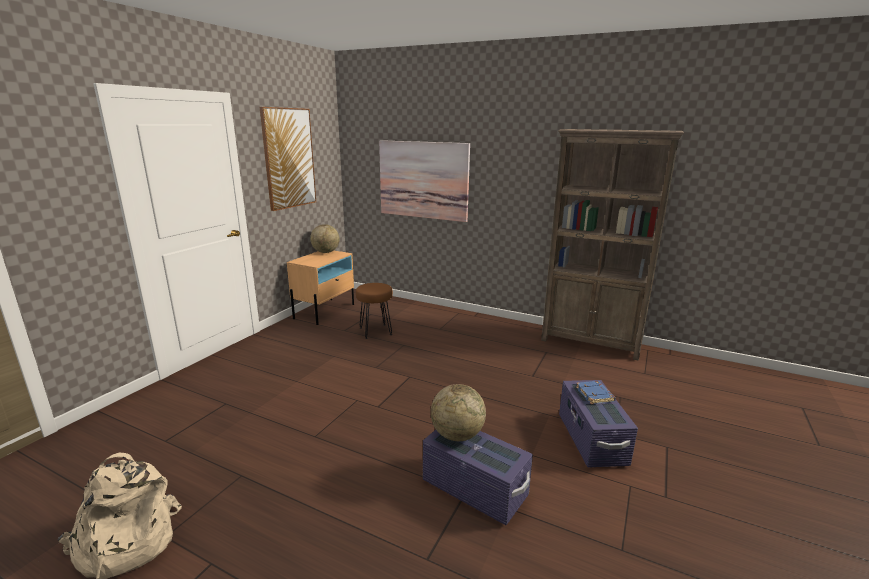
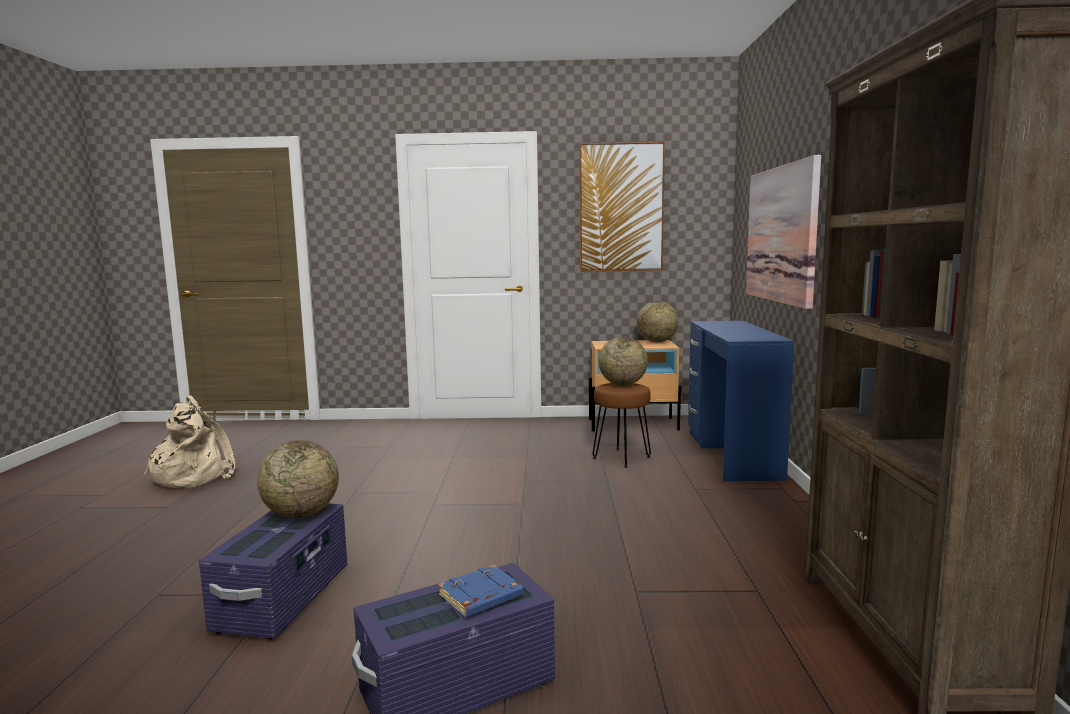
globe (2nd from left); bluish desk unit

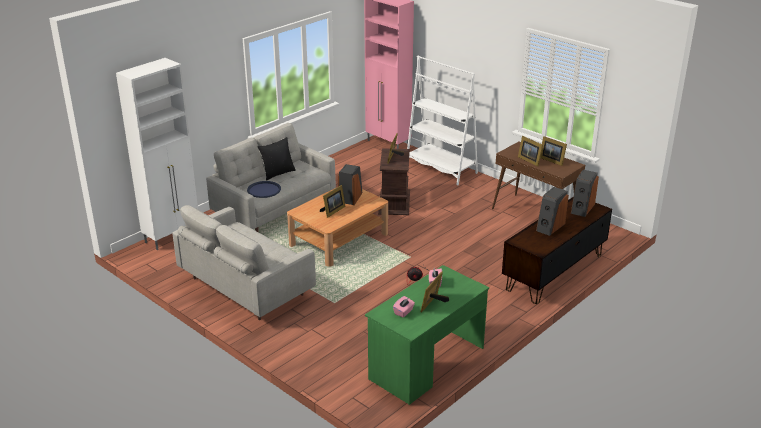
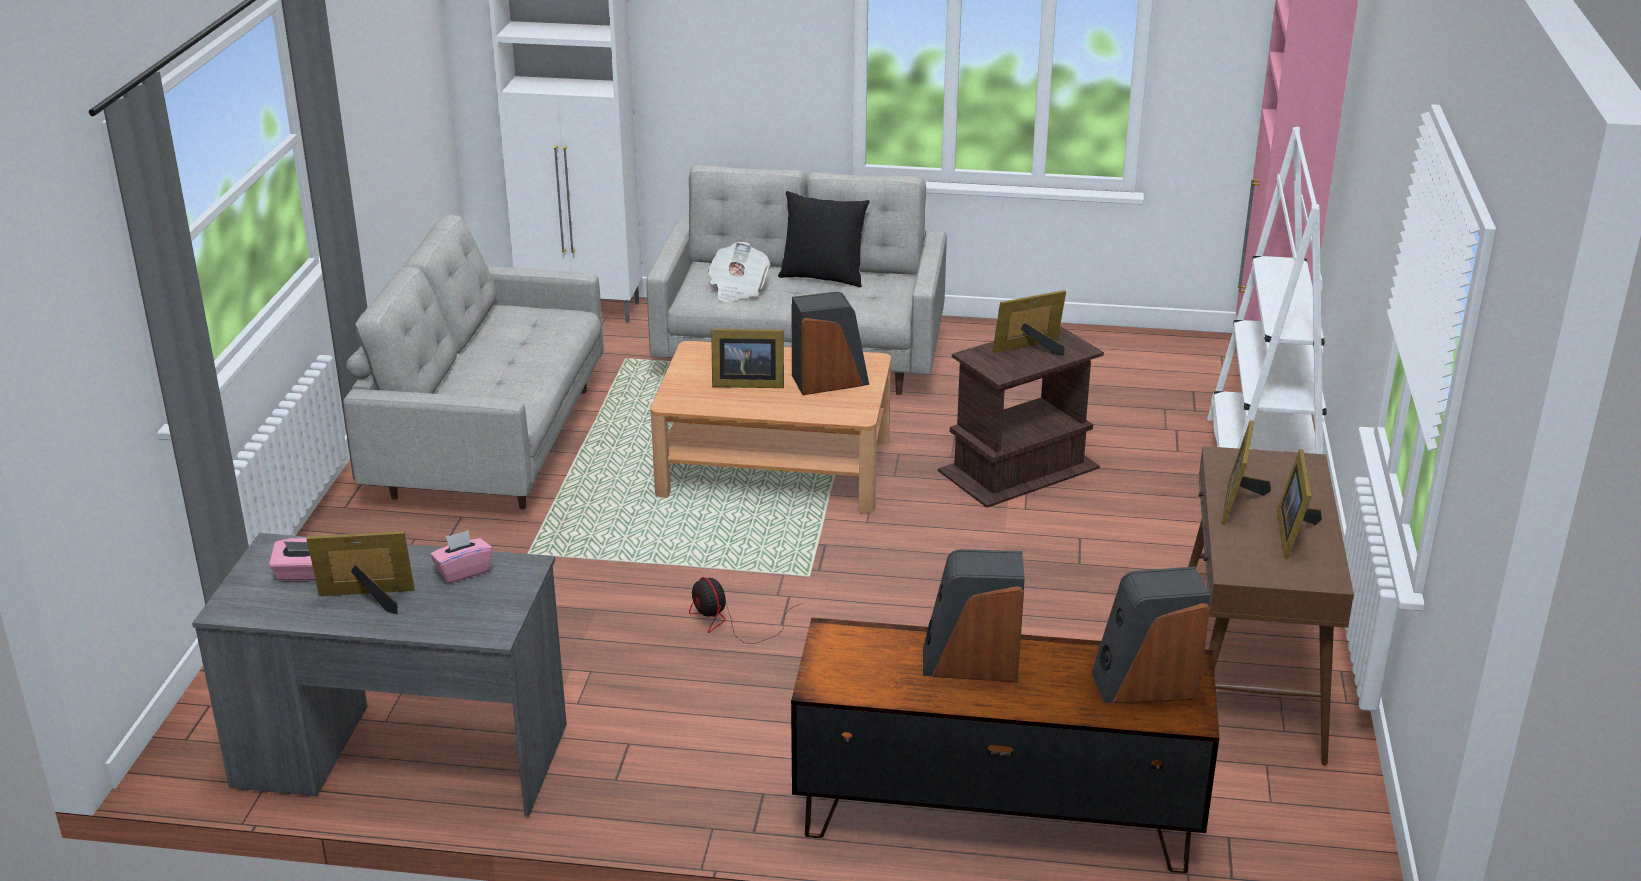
daily paper; grey desk unit

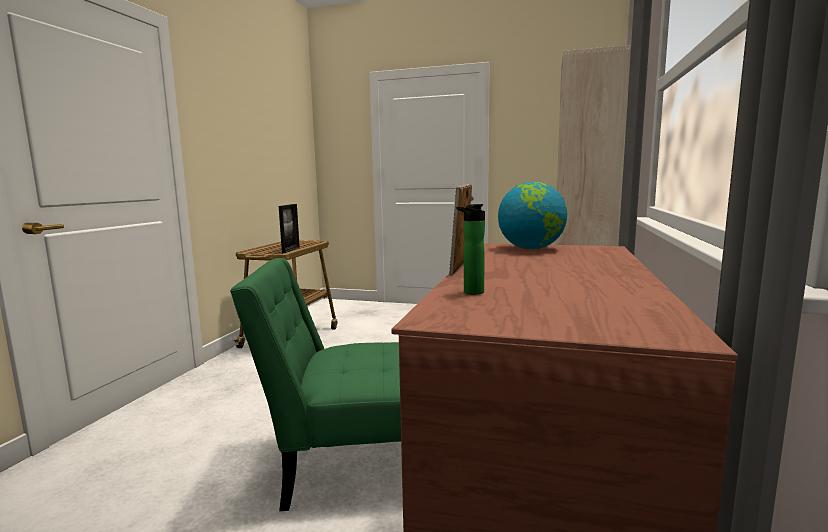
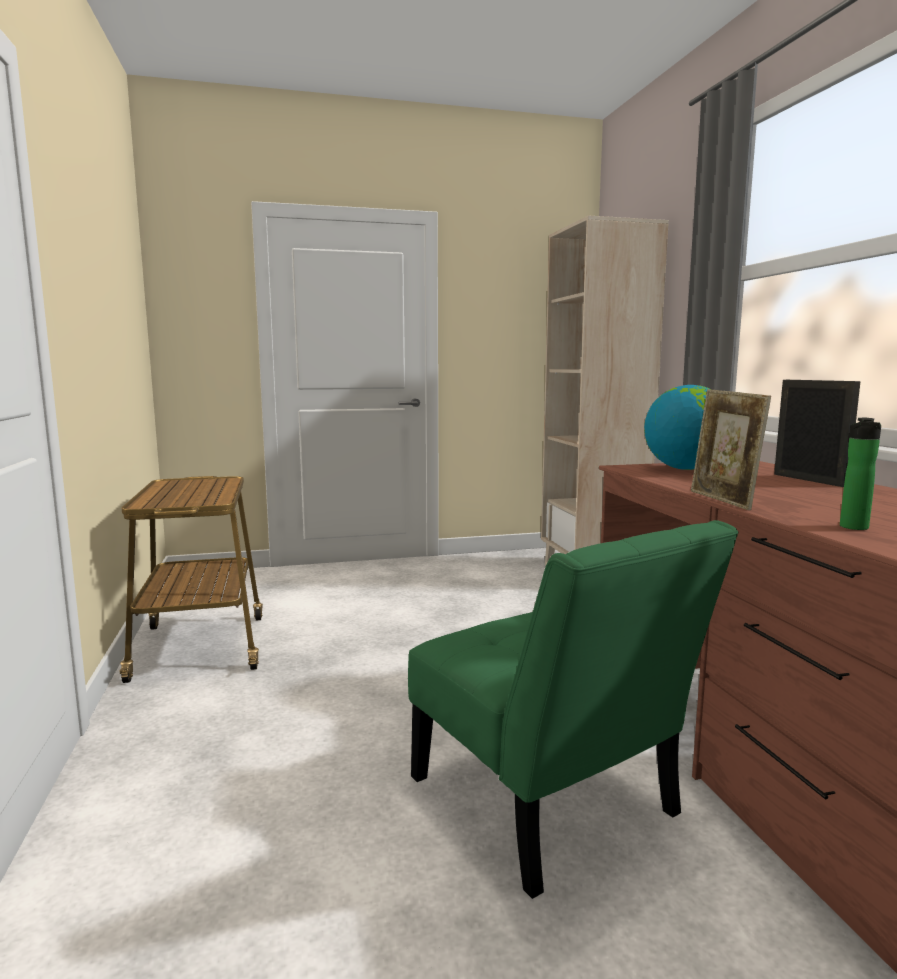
standing frame (2nd from left); green chair

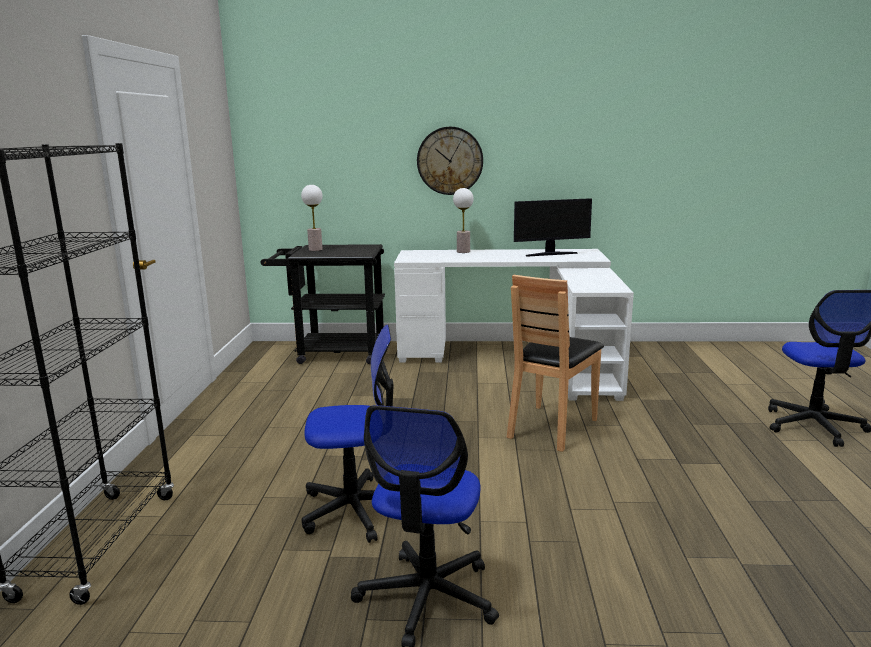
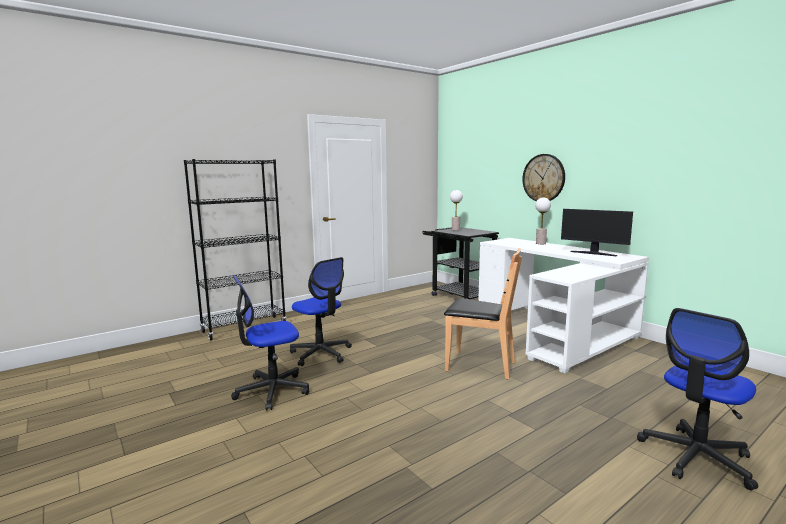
brown chair

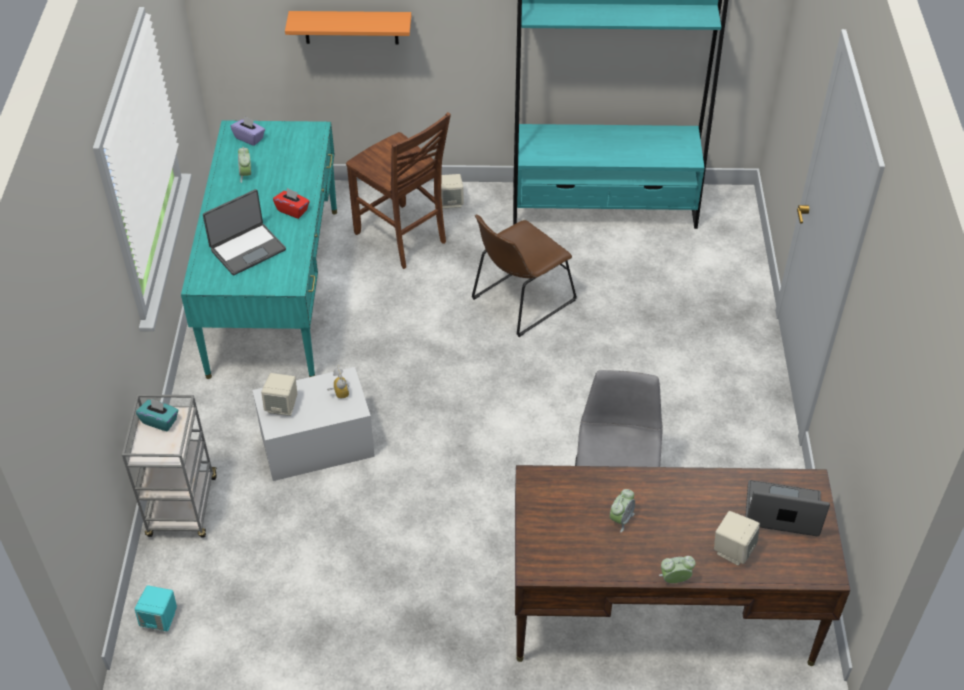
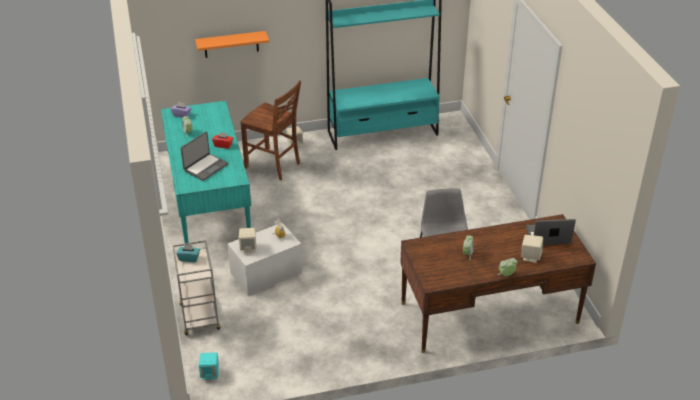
brown chair (2nd from left in the first image)

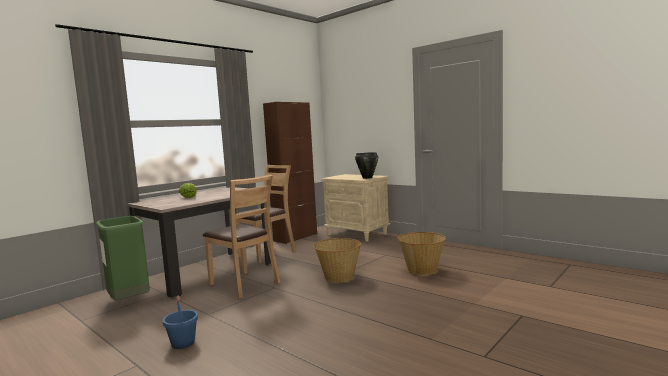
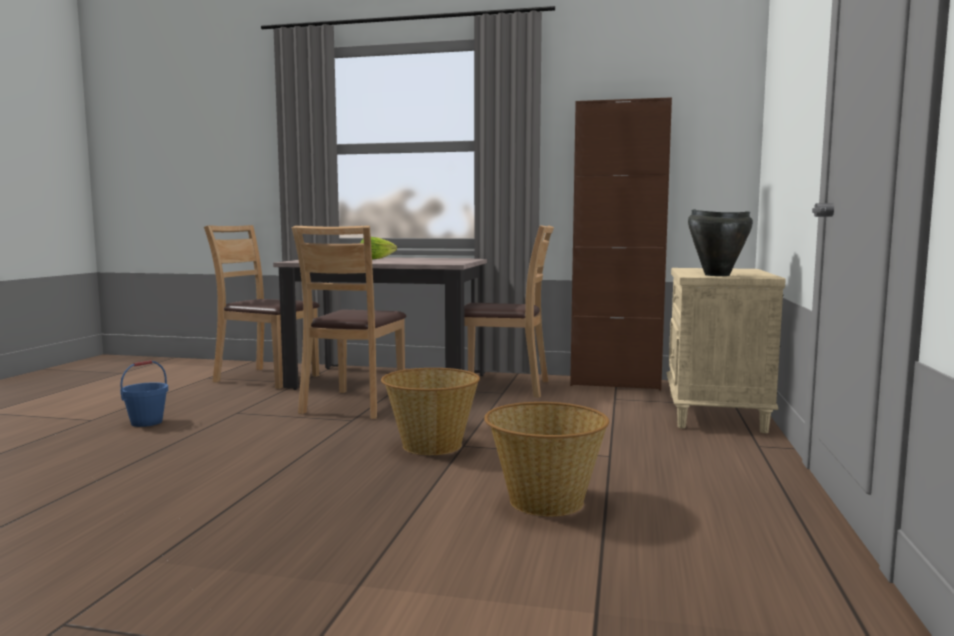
brown chair (1st from left)

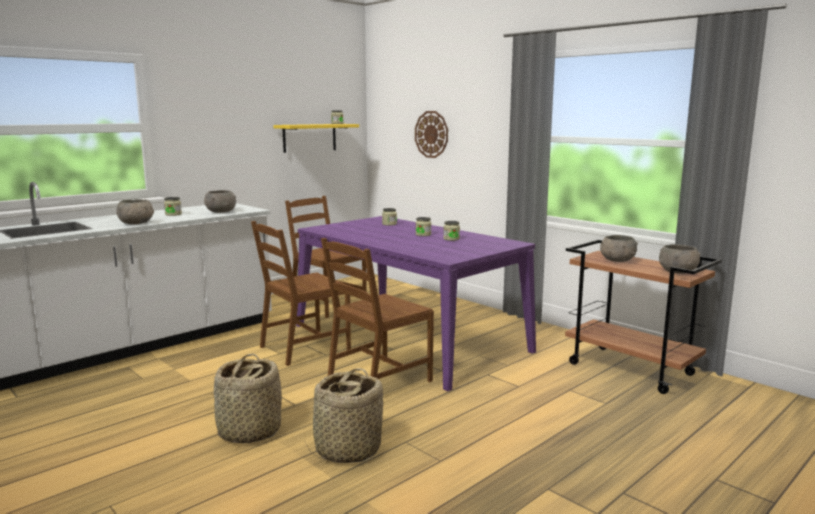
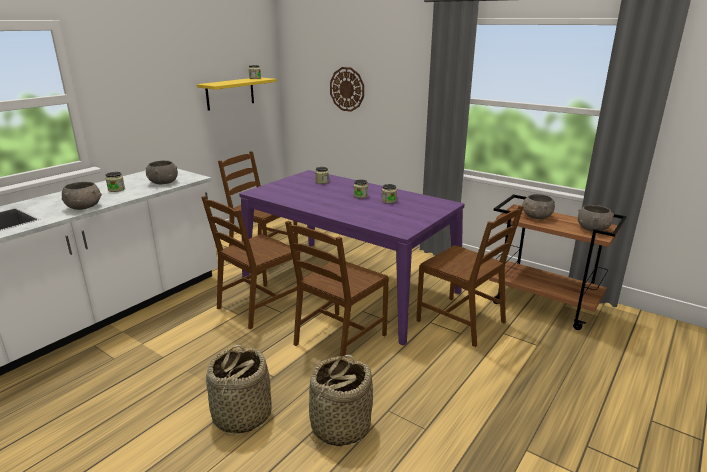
brown chair (4th from left)

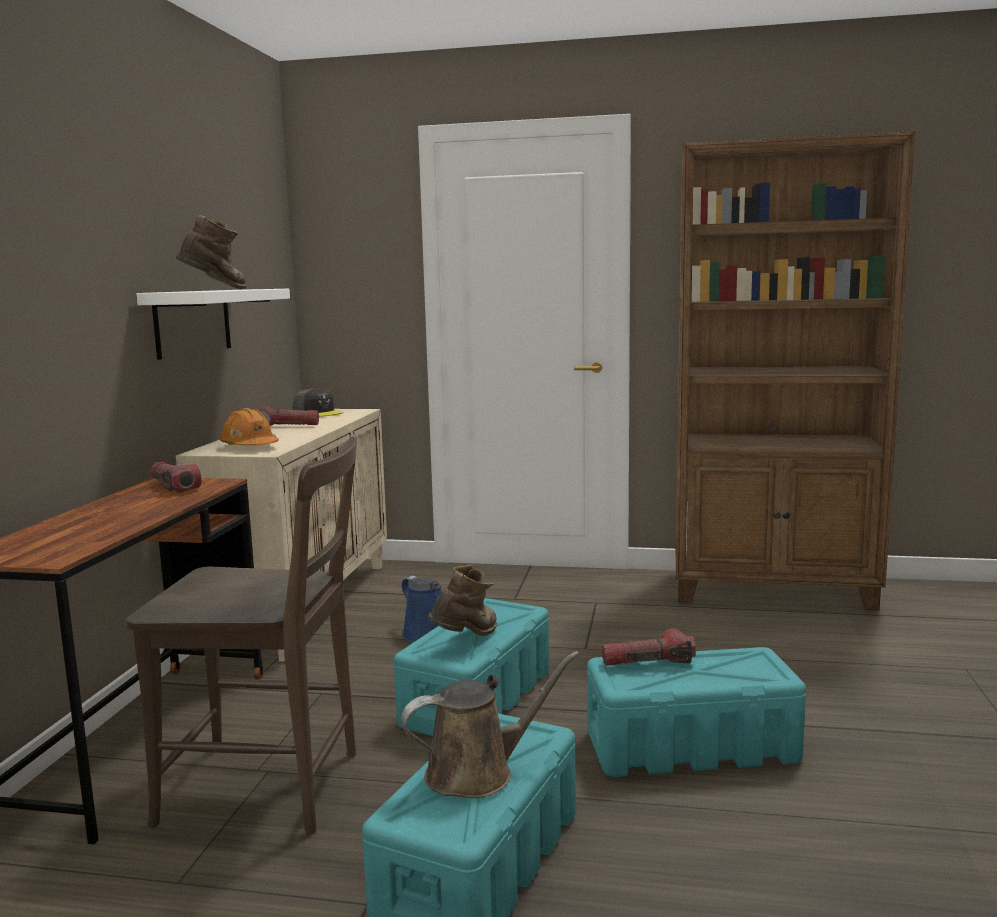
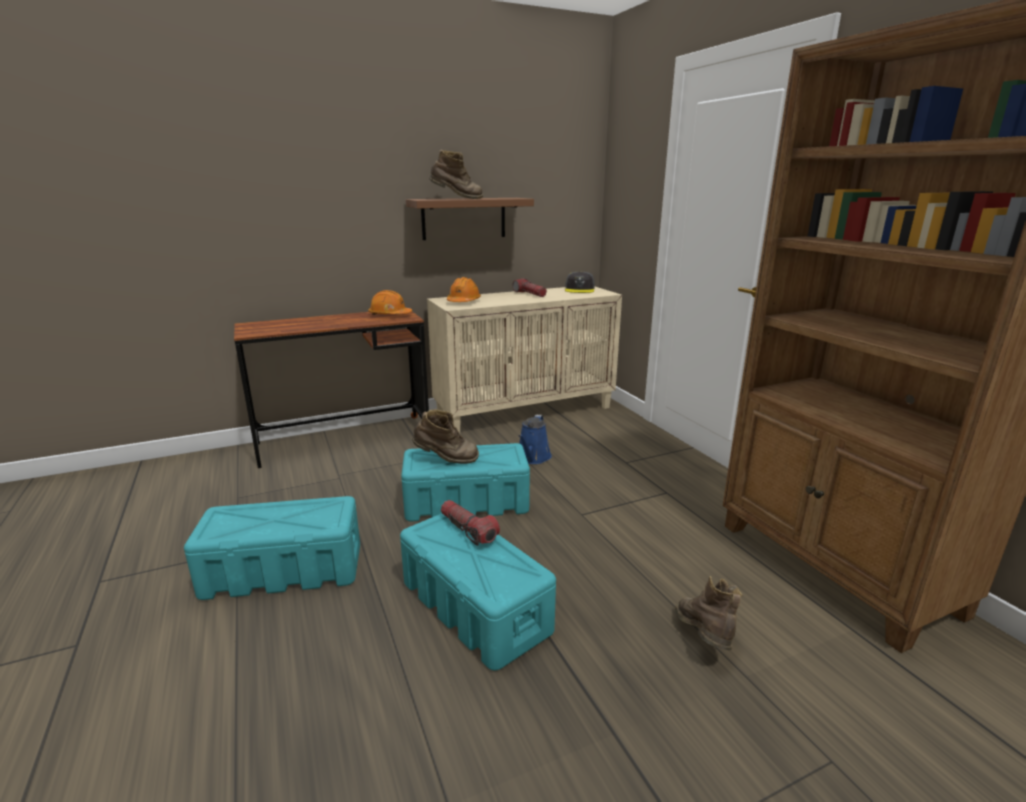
brown chair; brown sprinkling can; brown high-top boot (3rd from left); orange safety helmet (1st from left); brown wall shelf

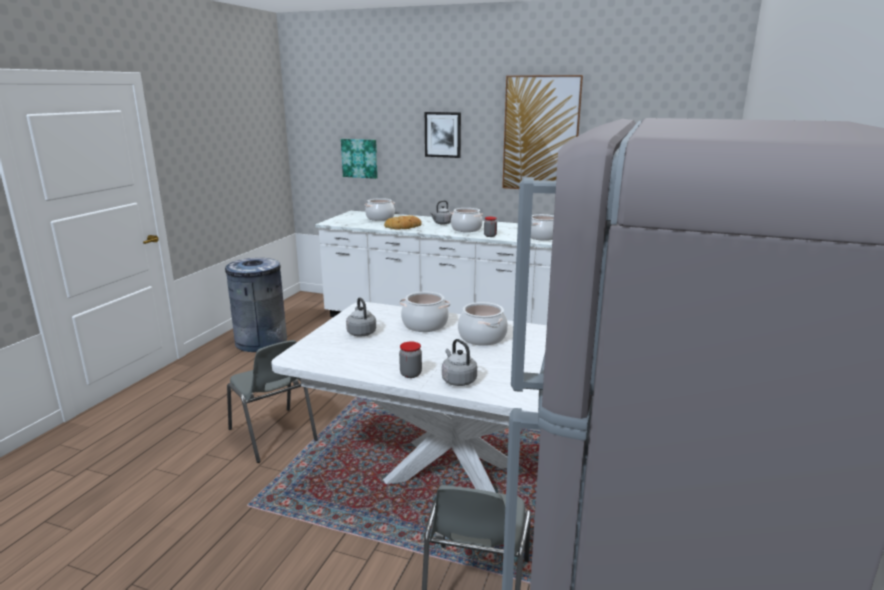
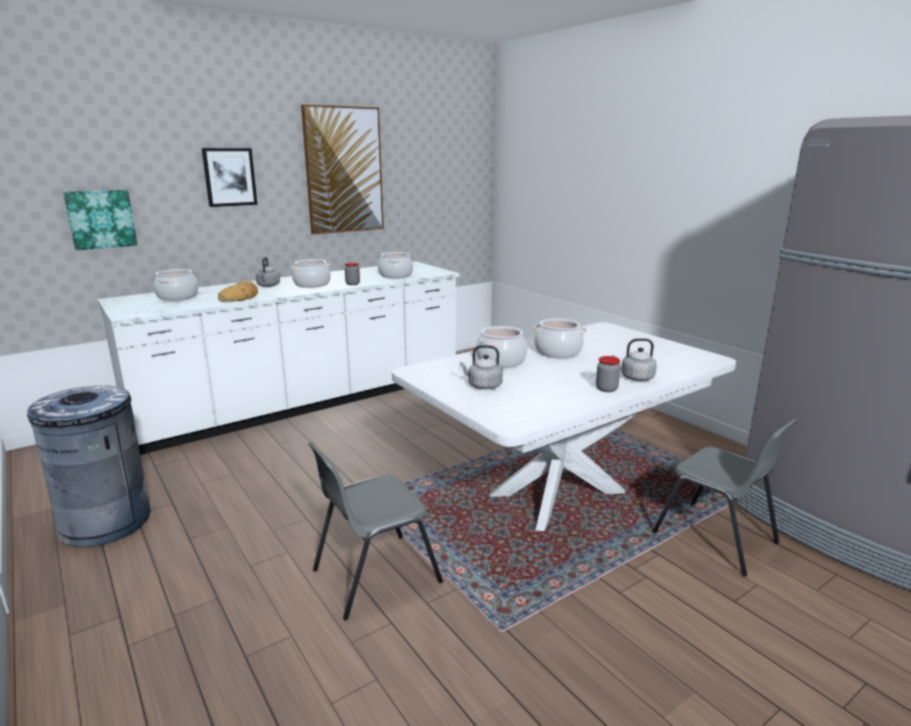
grey chair (1st from left)

